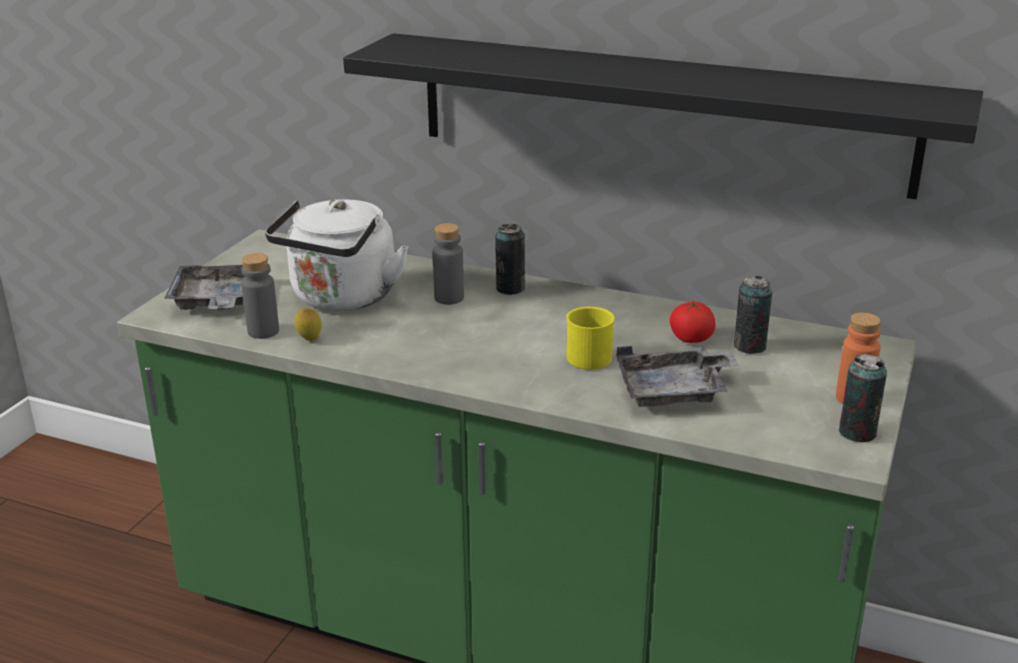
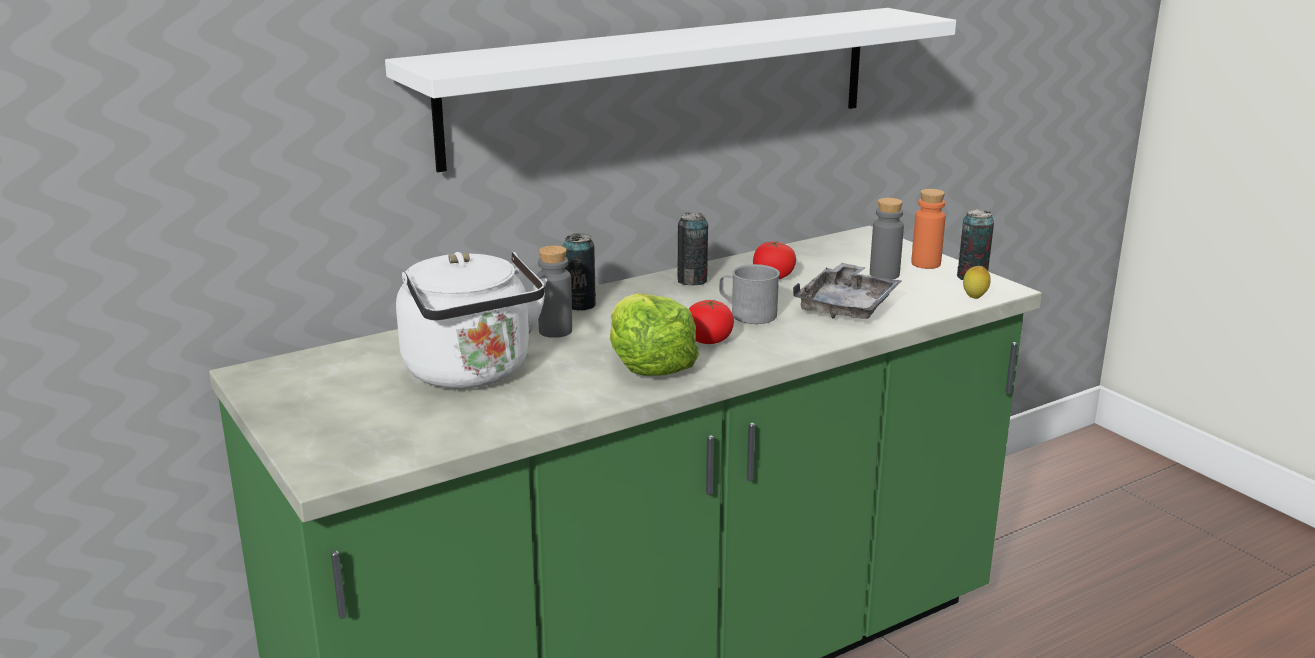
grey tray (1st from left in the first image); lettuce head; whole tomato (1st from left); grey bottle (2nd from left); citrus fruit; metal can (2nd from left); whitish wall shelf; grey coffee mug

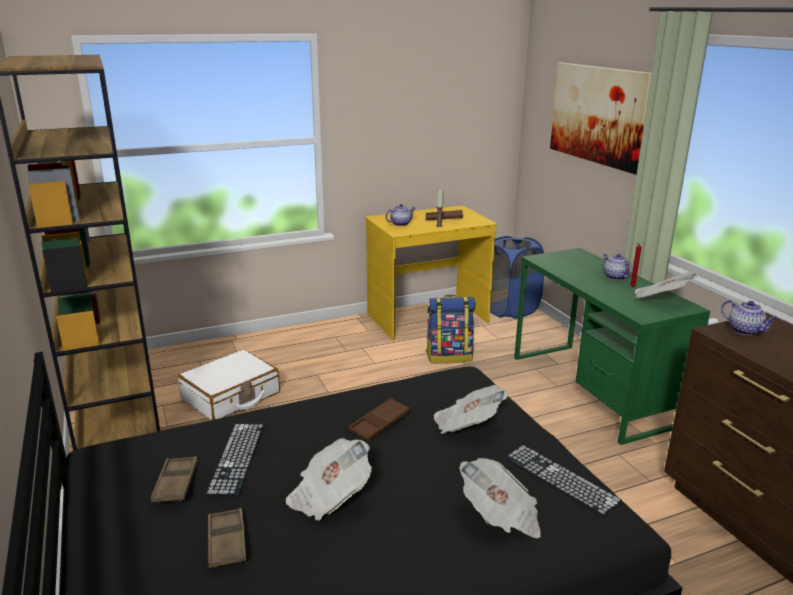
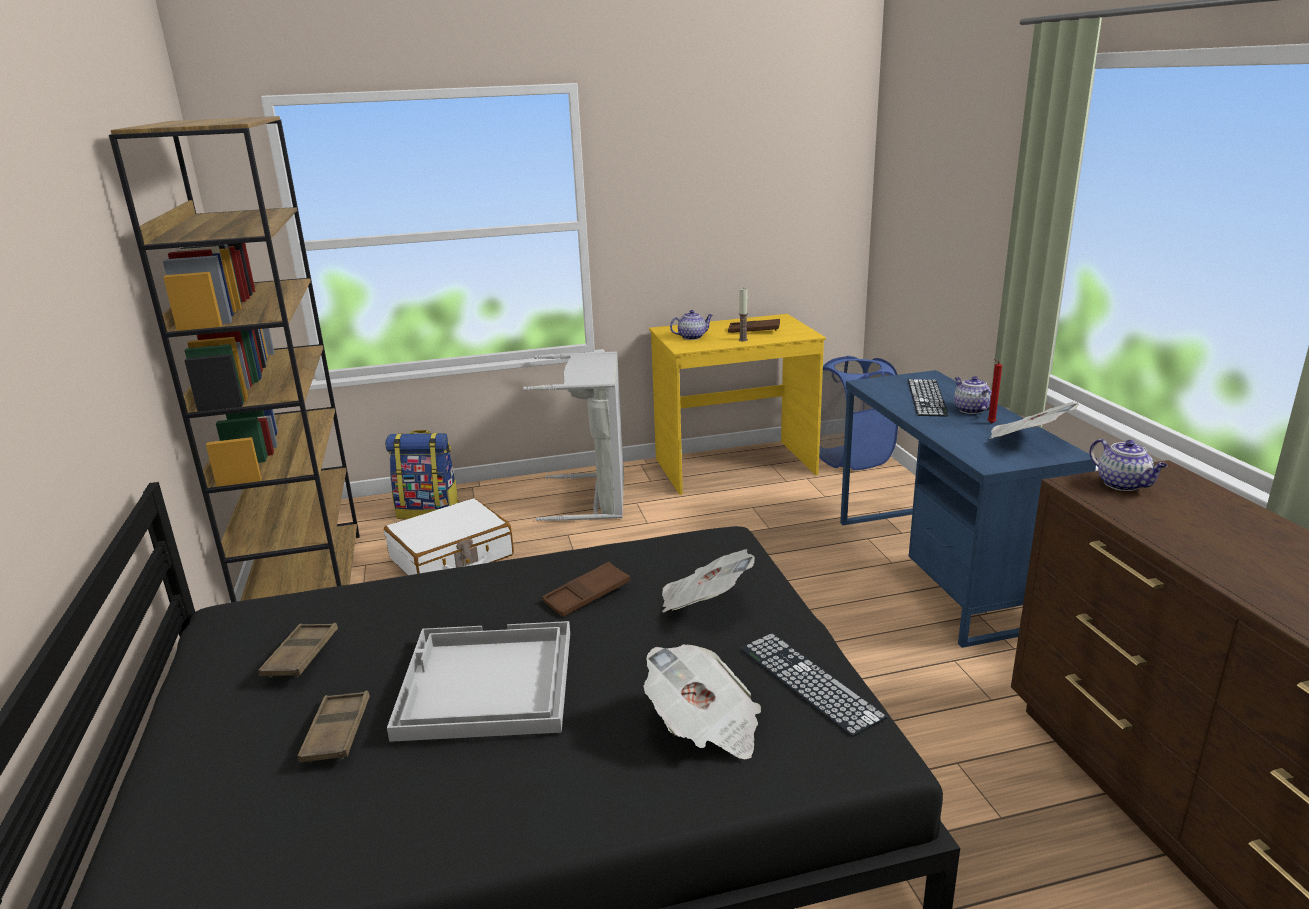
picture; grey laundry basket; keyboard (2nd from left); rucksack; whitish tray; bluish desk unit

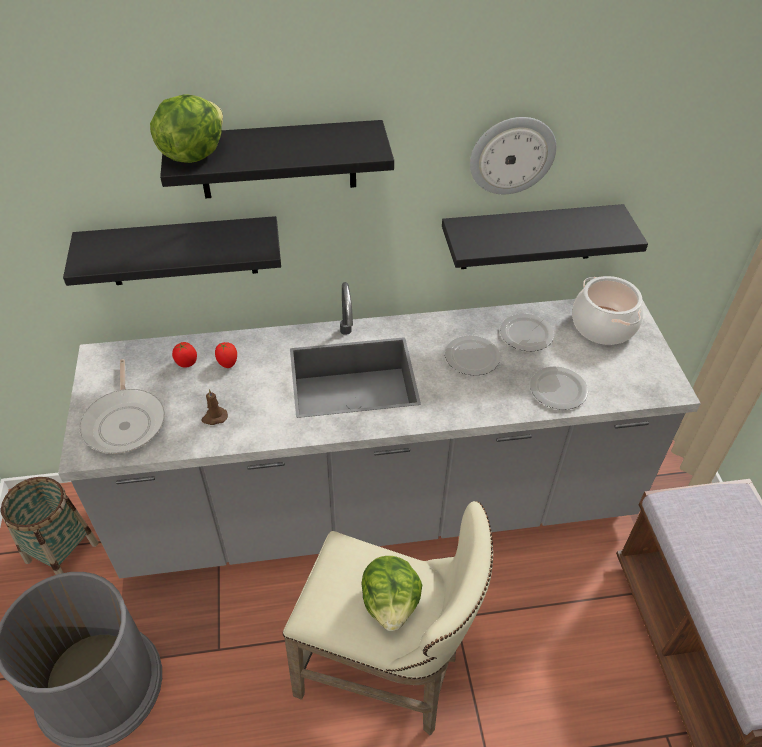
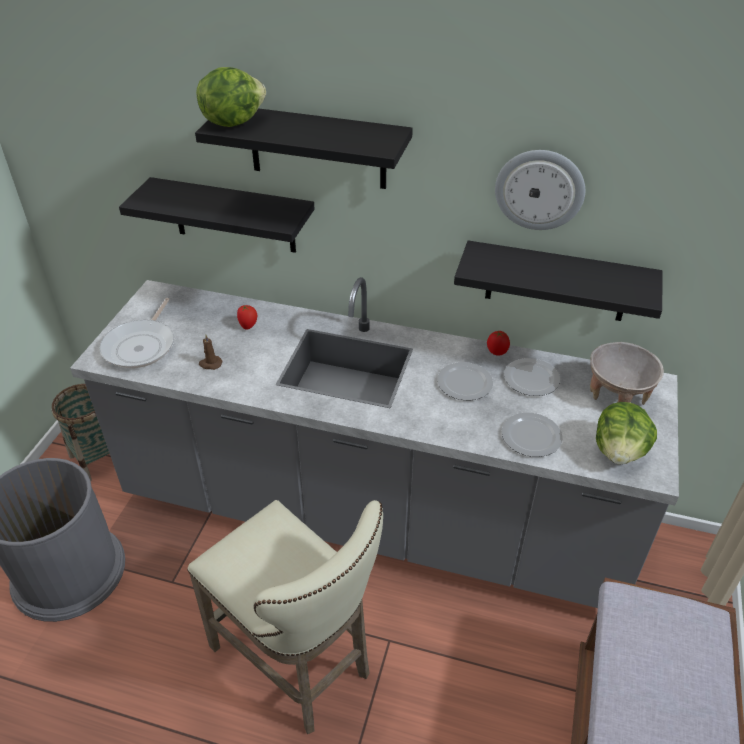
whole tomato (2nd from left); lettuce head (2nd from left); sand-coloured bowl

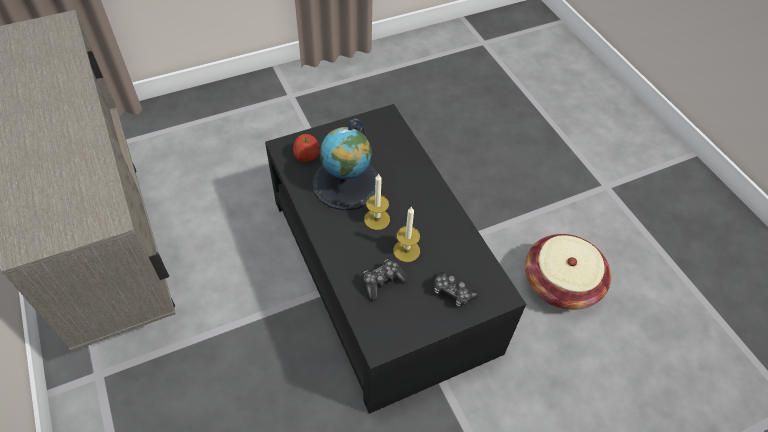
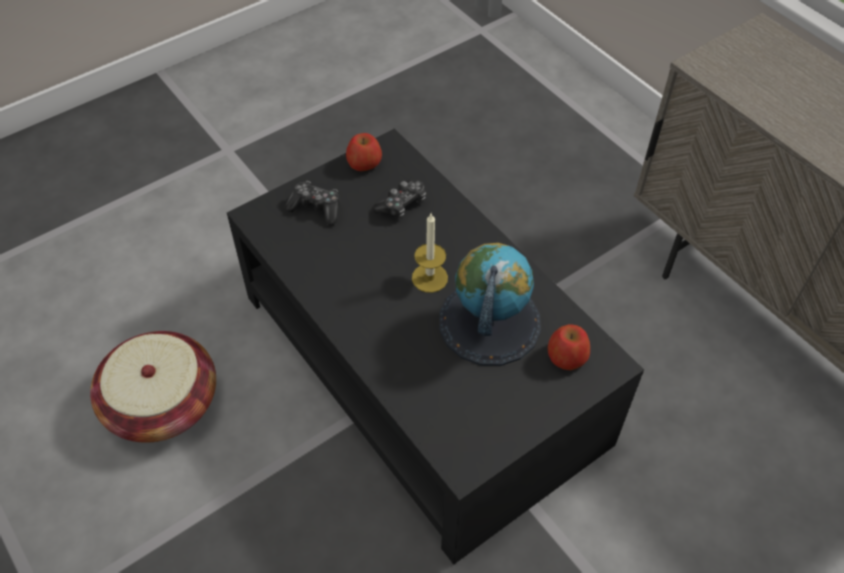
wax candle (2nd from left in the first image); apple (1st from left)

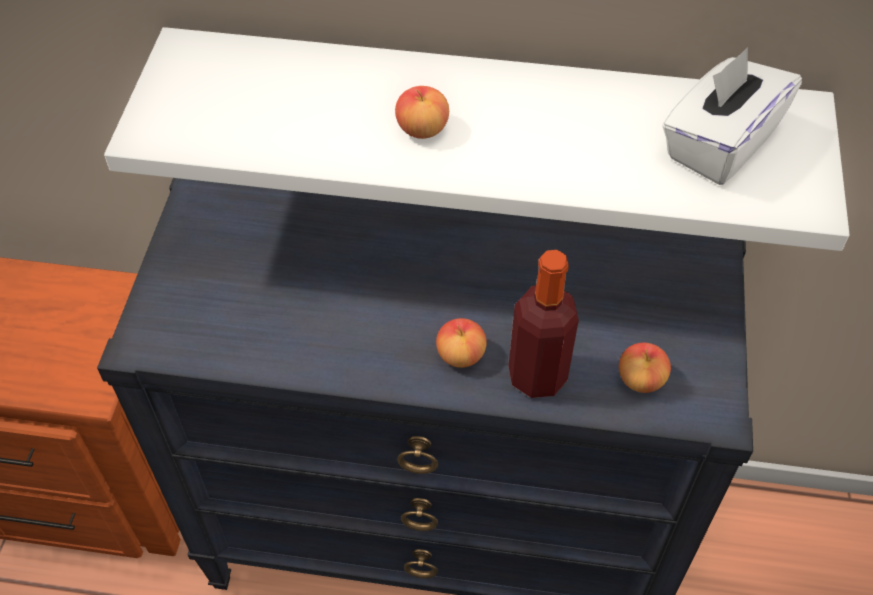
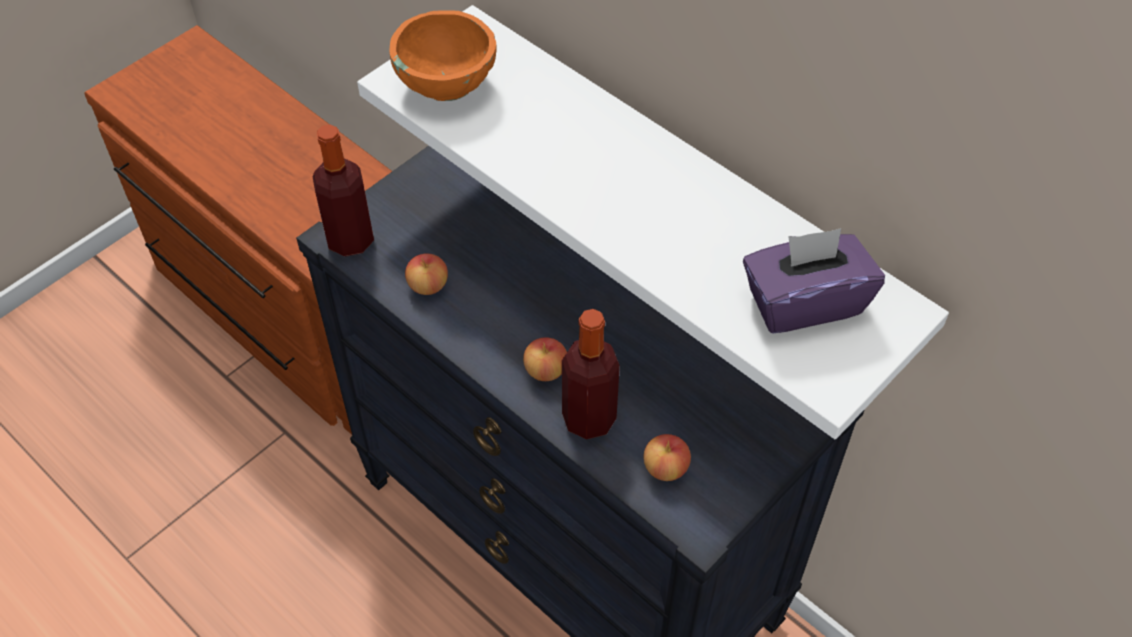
bottle (1st from left); orange bowl; apple (1st from left); purple-coloured tissue box

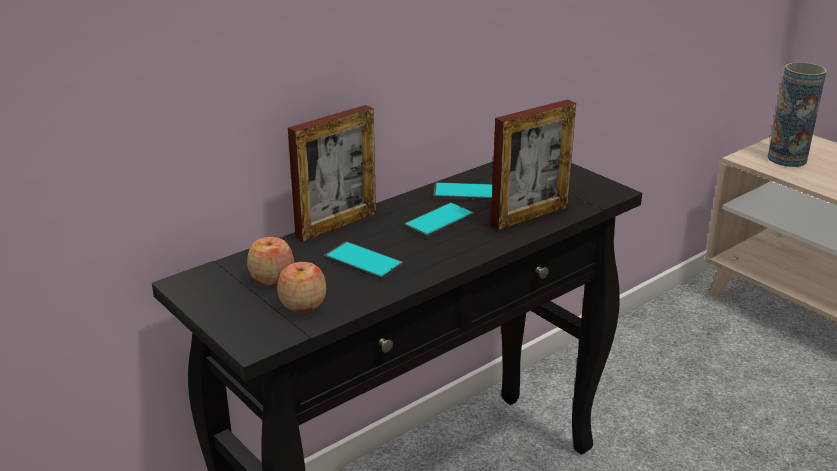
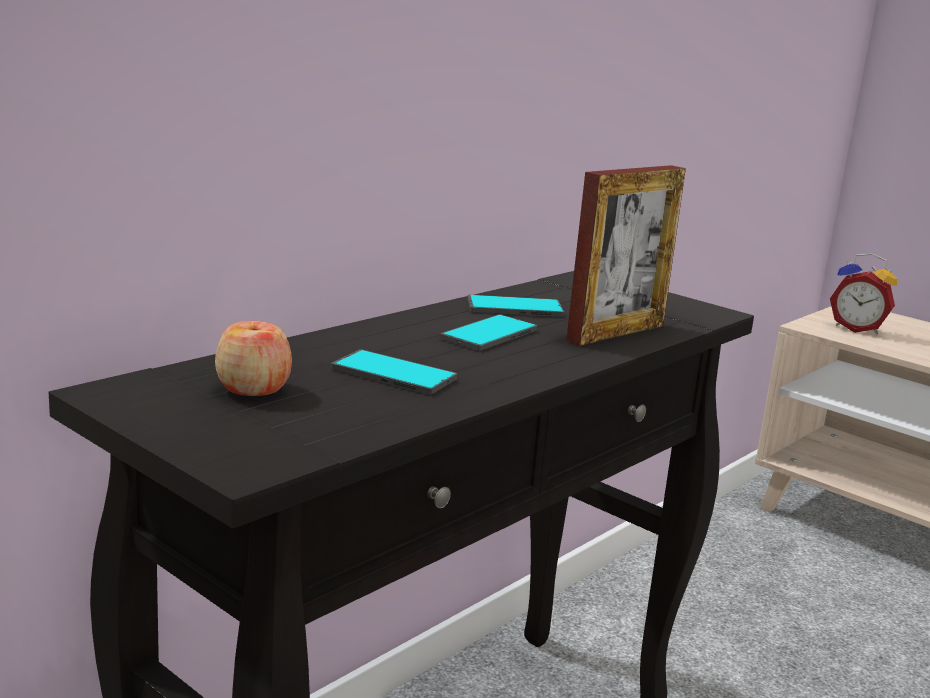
apple (2nd from left in the first image); standing frame (1st from left in the first image); alarm clock

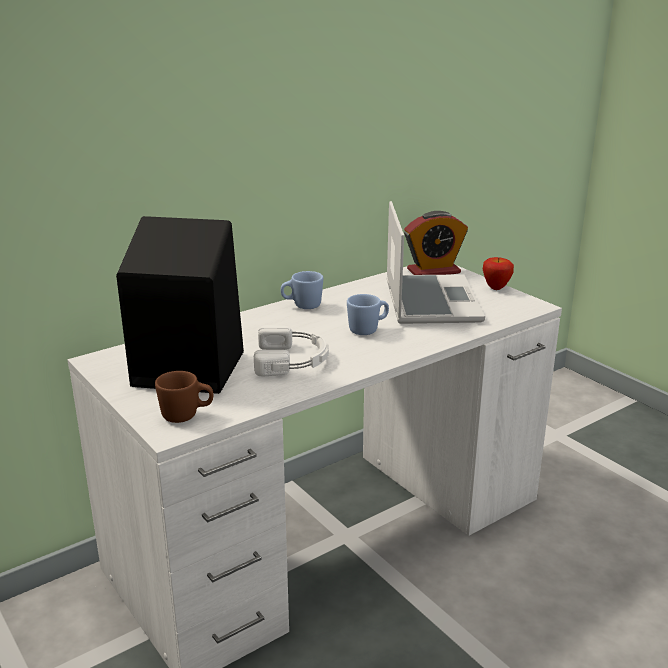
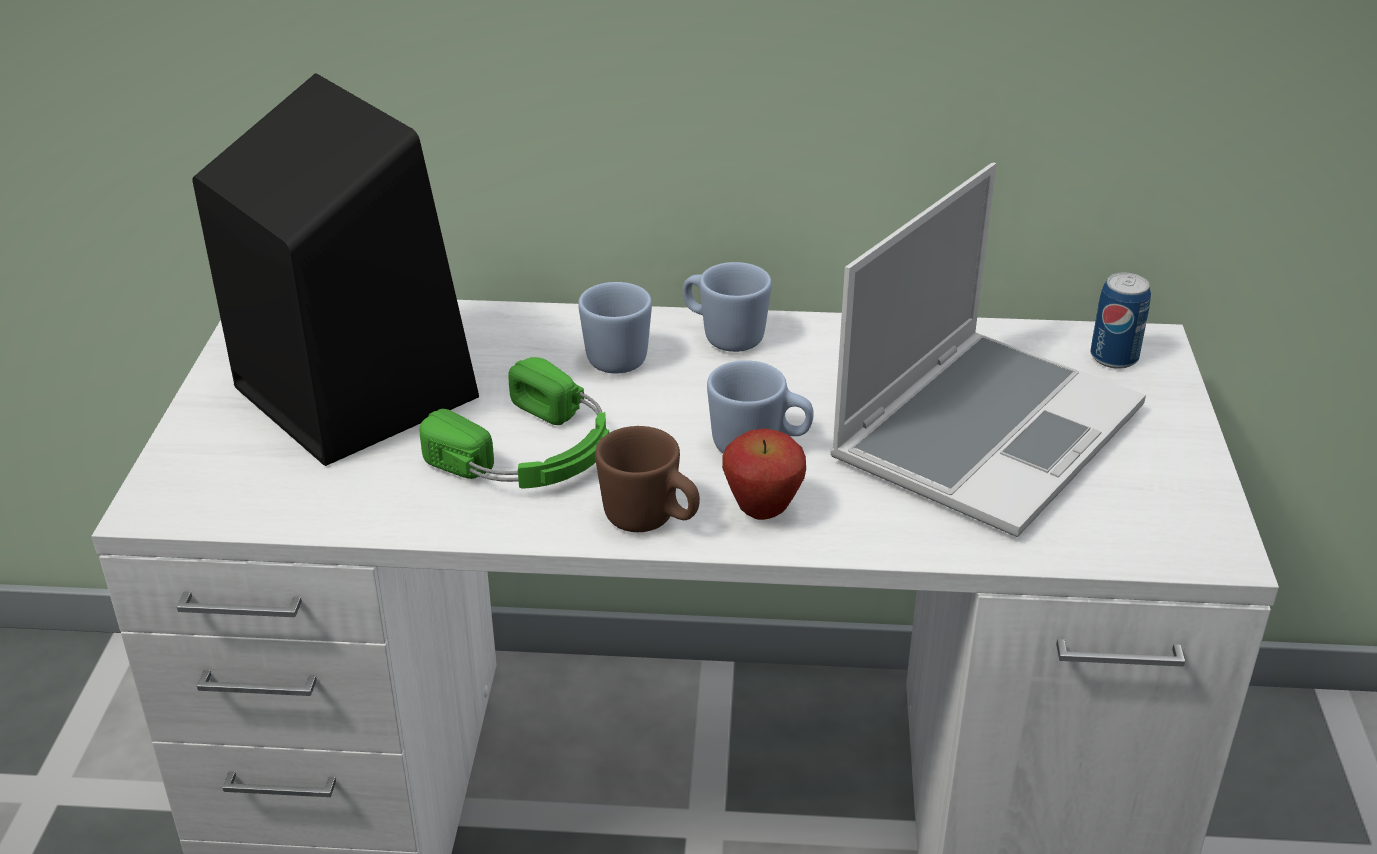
bluish coffee mug (1st from left); brown coffee mug; apple; metal can; green headphones

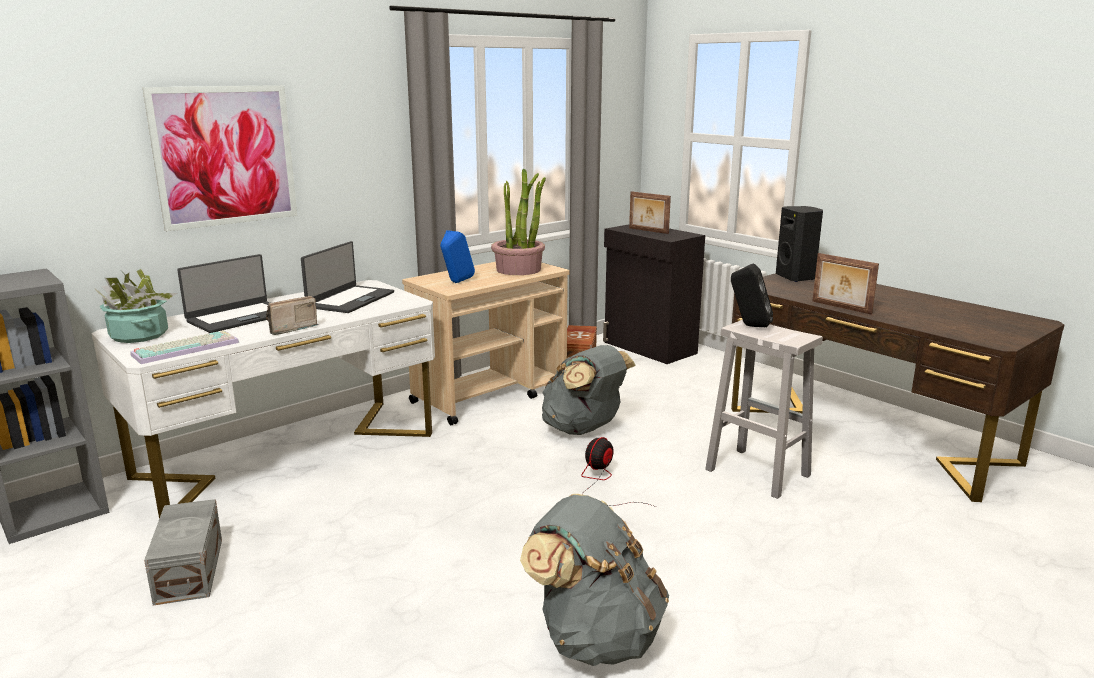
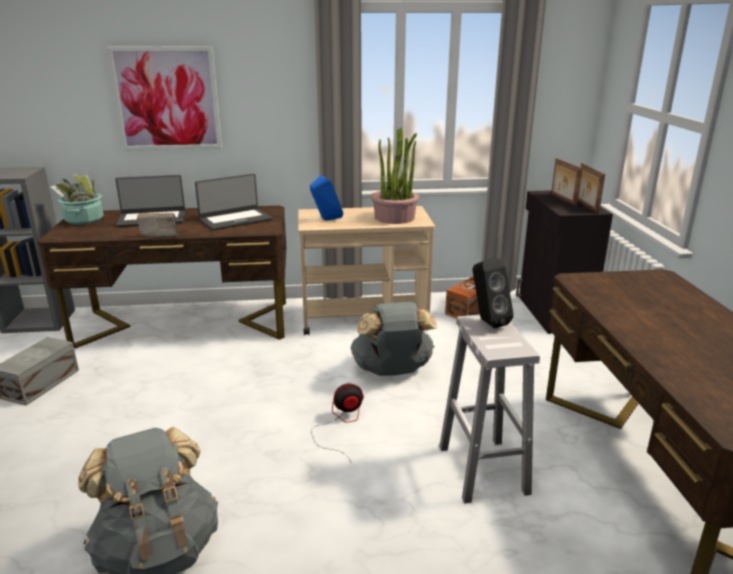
keyboard; blackish loudspeaker (2nd from left in the first image); standing frame (2nd from left); brown desk unit (1st from left)

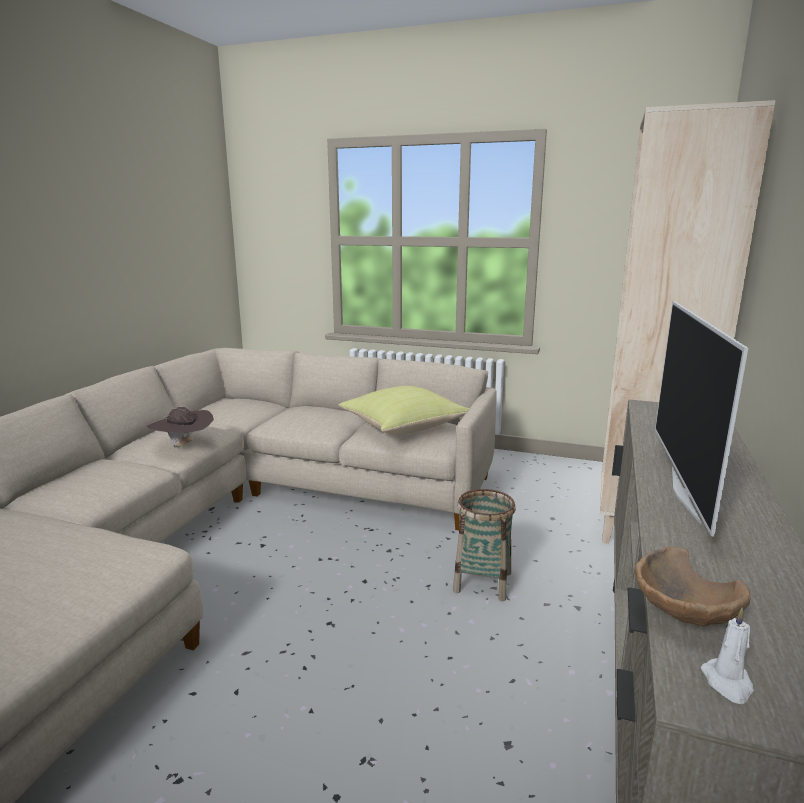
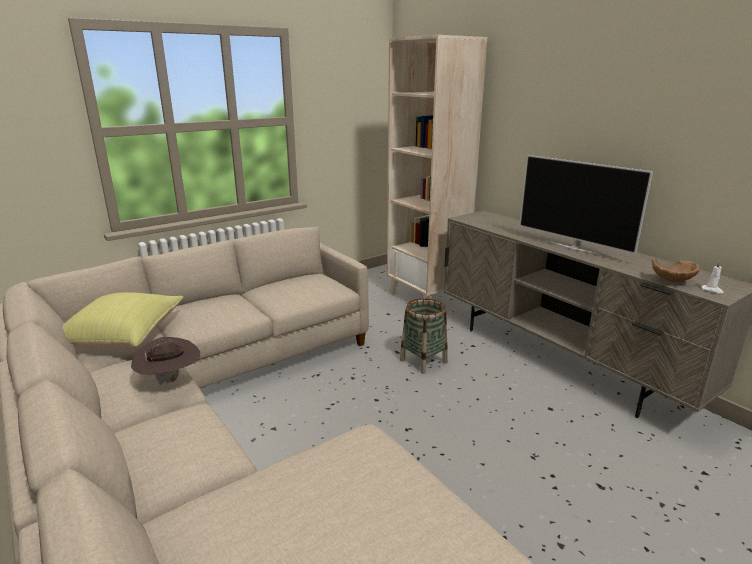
yellow cushion

